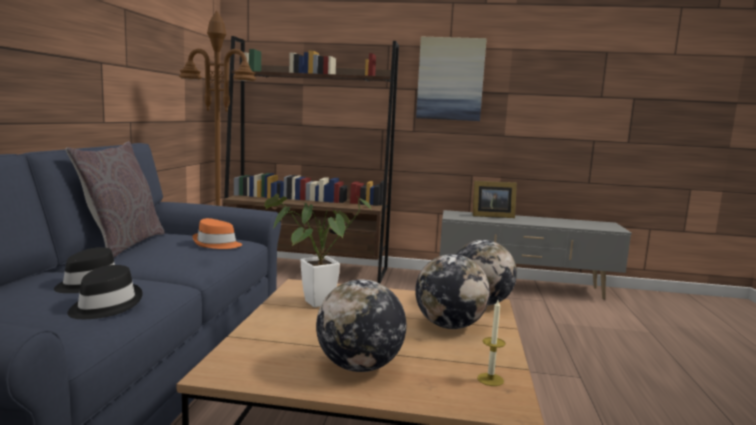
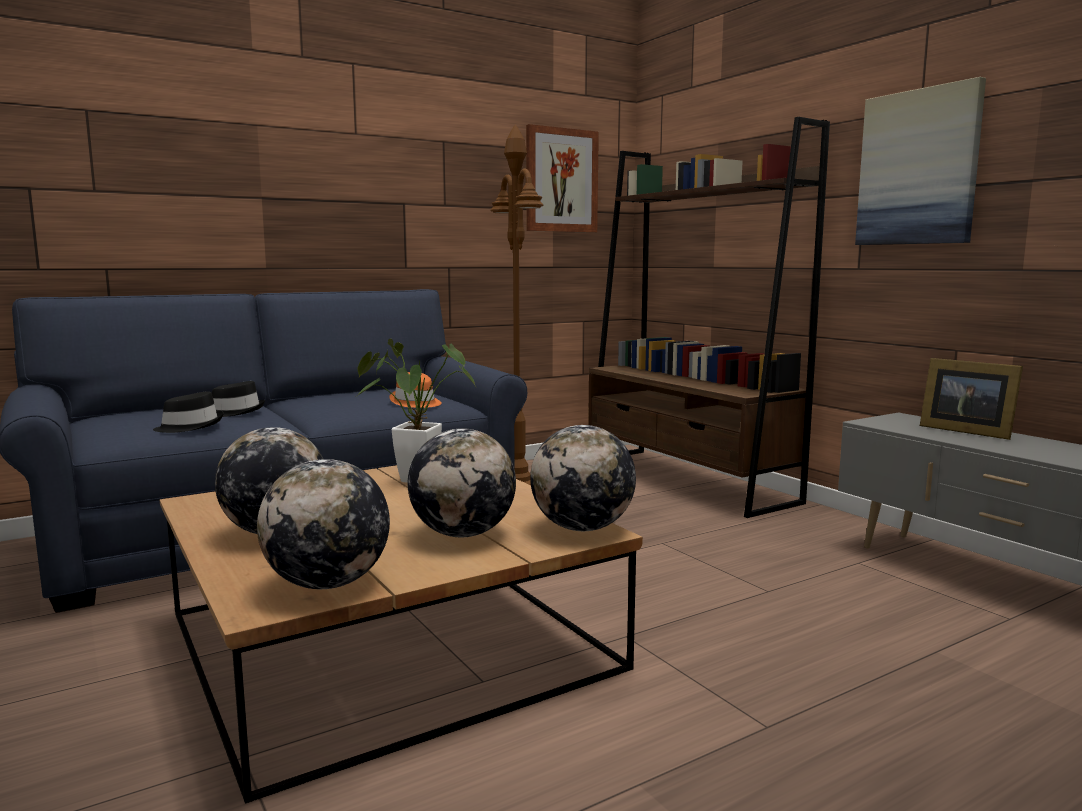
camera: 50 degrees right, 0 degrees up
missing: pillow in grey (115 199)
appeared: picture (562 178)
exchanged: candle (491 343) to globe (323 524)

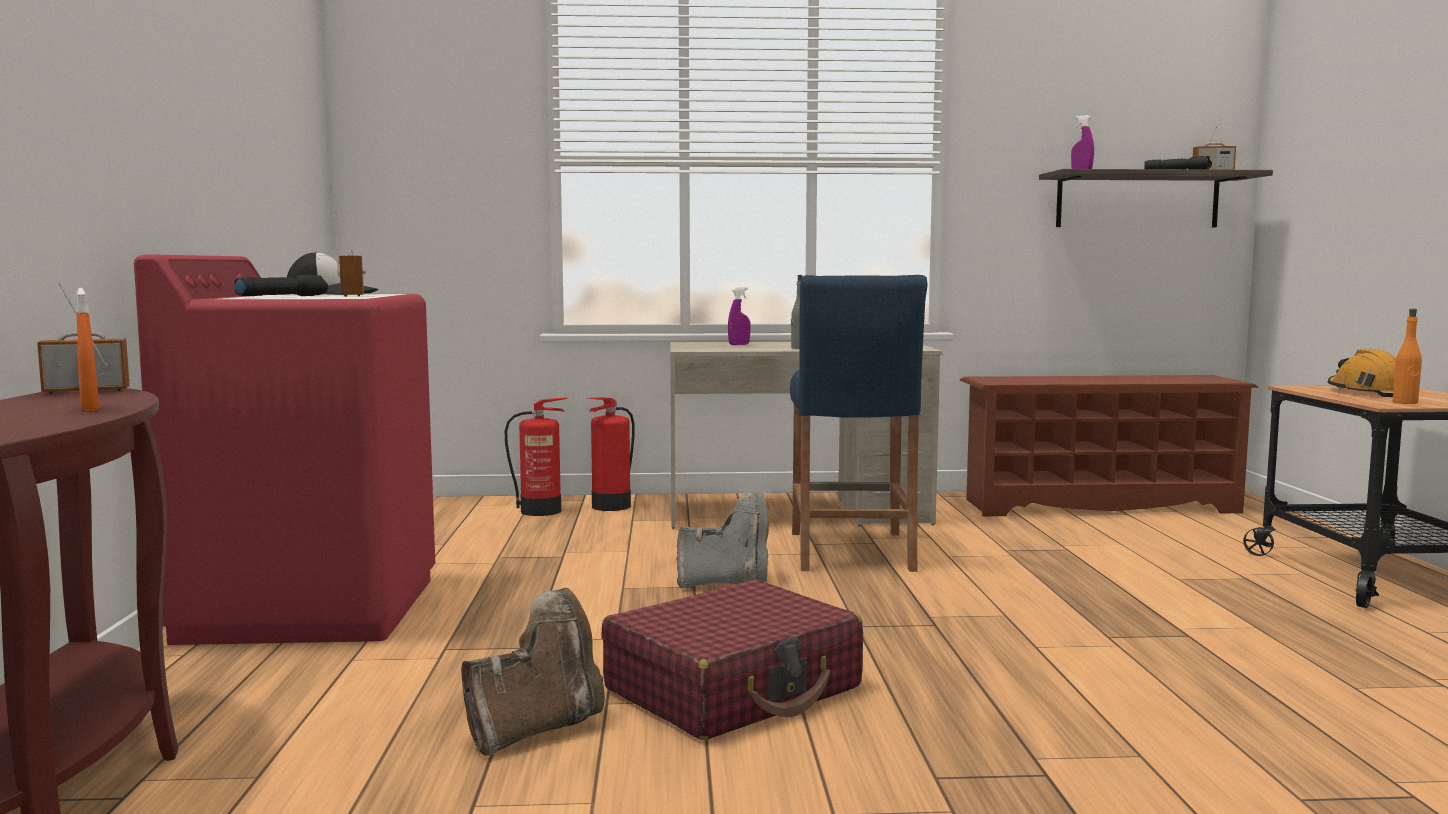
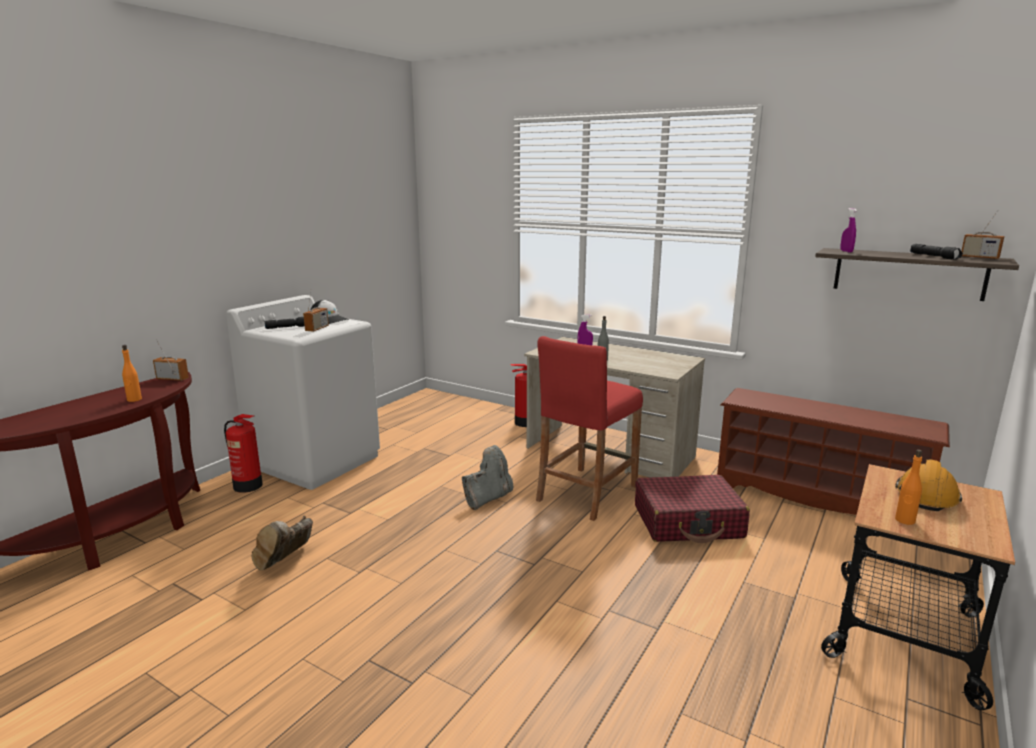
camera: 35 degrees right, 10 degrees up
relocated: fire extinguisher (536 456) to (243 453); suitcase in red (732 660) to (692 509)
exchanged: spray bottle in orange (87 349) to bottle in orange (132 373)
colour: washing machine in red (284 450) to washing machine in white (303 392); stool in blue (859 423) to stool in red (589 428)
spun: boot in brown (533 672) = (282 543) 120 degrees clockwise; boot in grey (722 540) = (487 477) 75 degrees counterclockwise

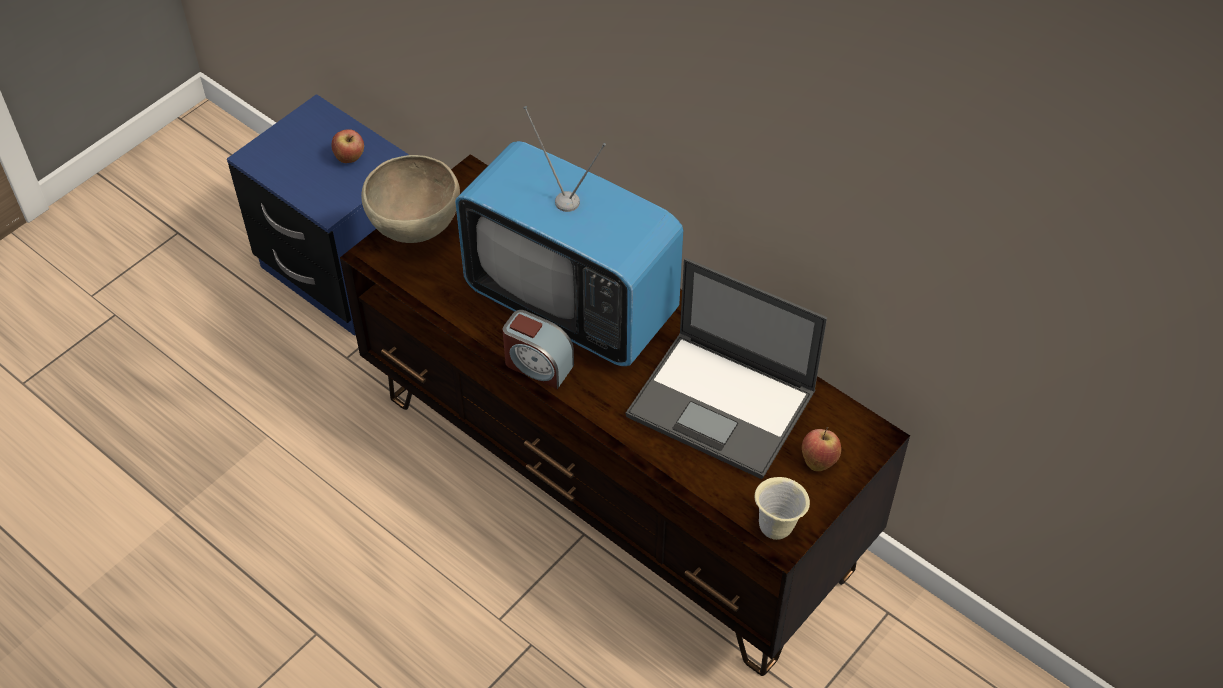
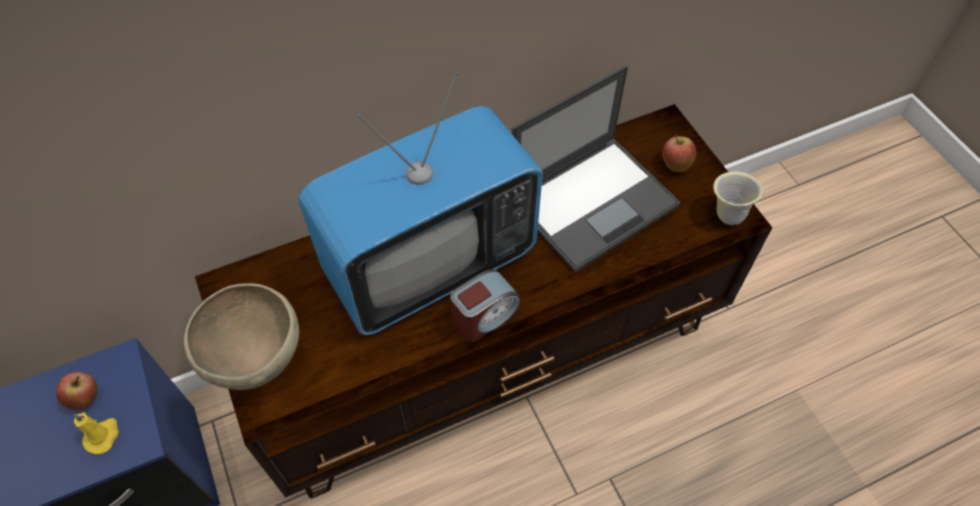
camera: 65 degrees left, 5 degrees up
appeared: candle in yellow (96 433)

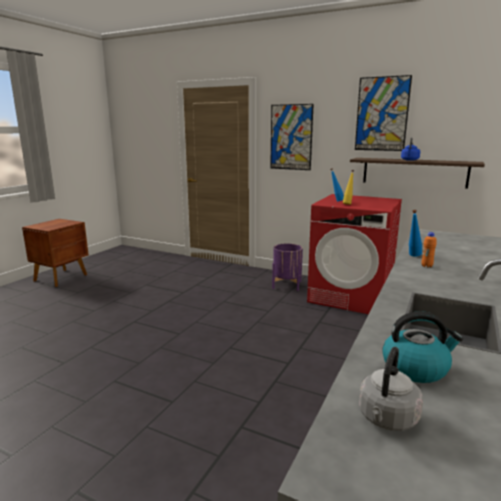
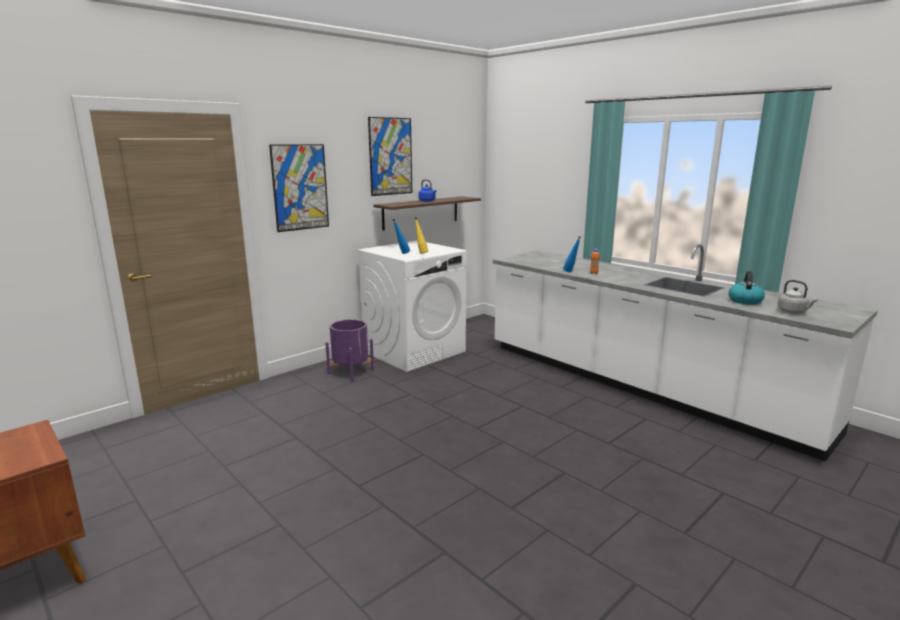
camera: 70 degrees left, 0 degrees up
colour: washing machine in red (354 254) to washing machine in white (412 306)

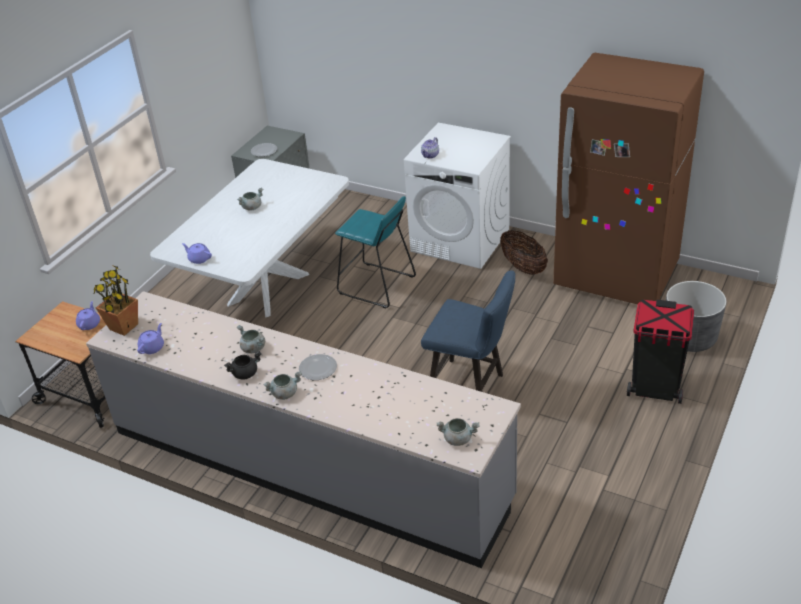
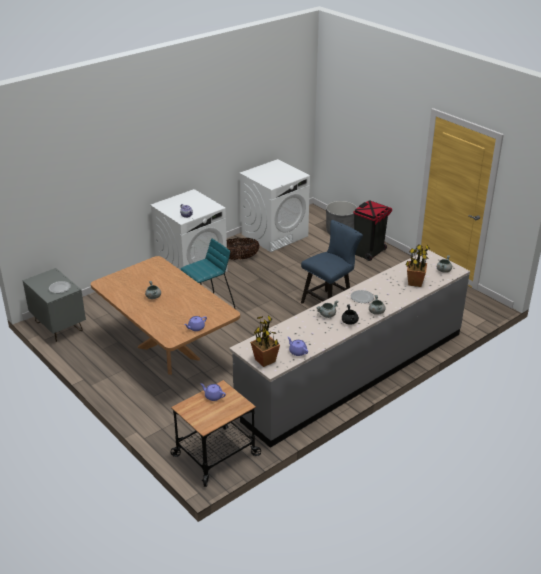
camera: 70 degrees left, 5 degrees down
appeared: potted plant (418 265)
exchanged: fridge in brown (628 178) to washing machine in white (274 205)
colour: dining table in white (249 238) to dining table in brown (165 315)

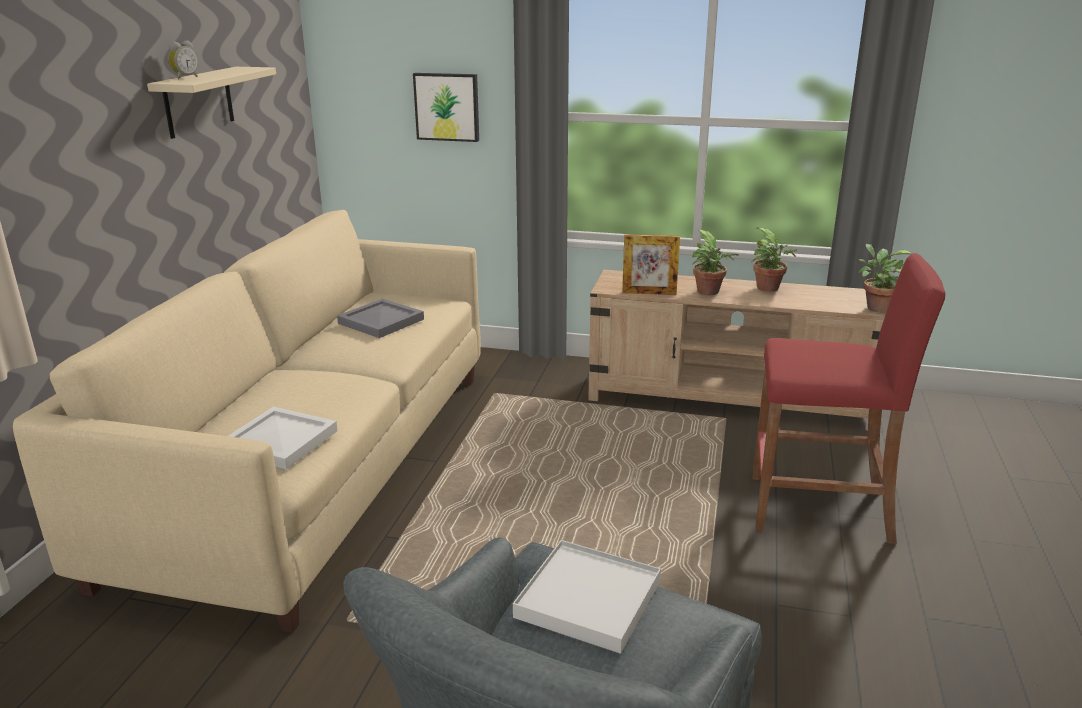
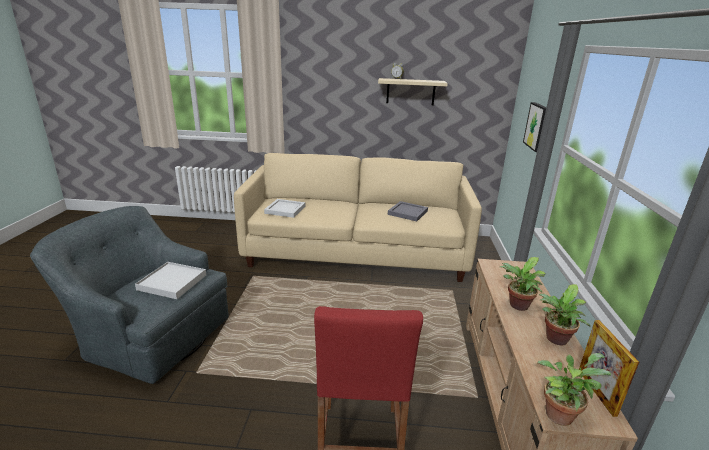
camera: 80 degrees right, 0 degrees up
relocated: picture frame (651 264) to (609 368)

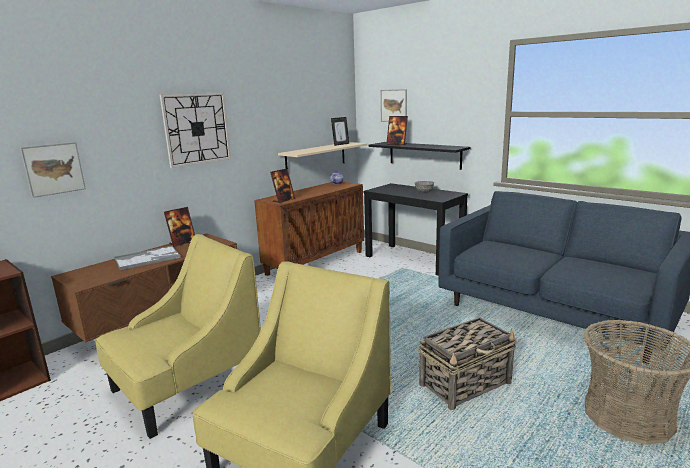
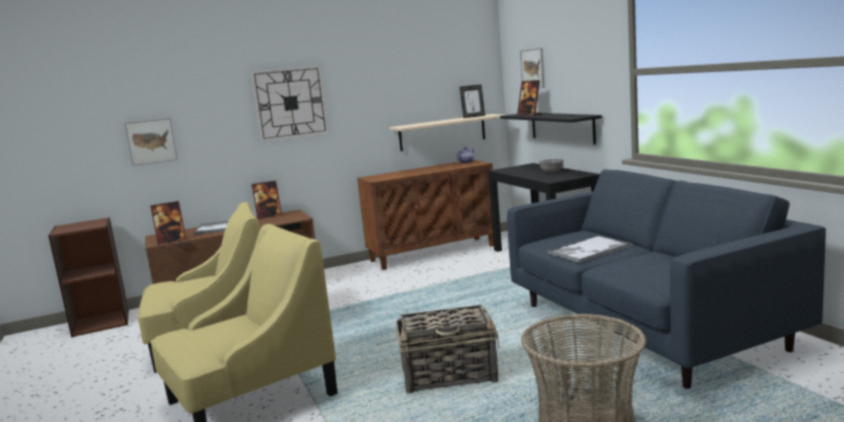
camera: 25 degrees right, 5 degrees down
appeared: tray (589 249)
relocated: picture frame (282 186) to (168 223)

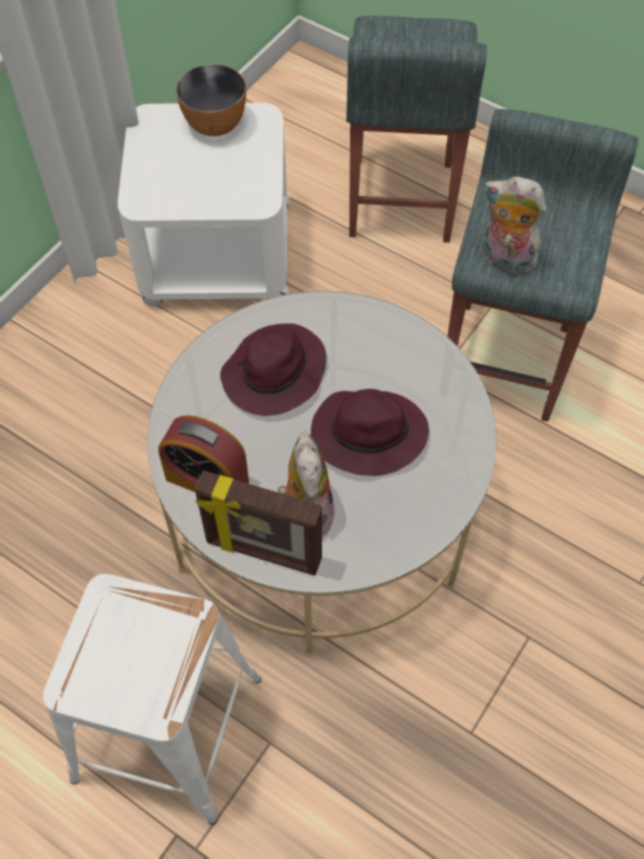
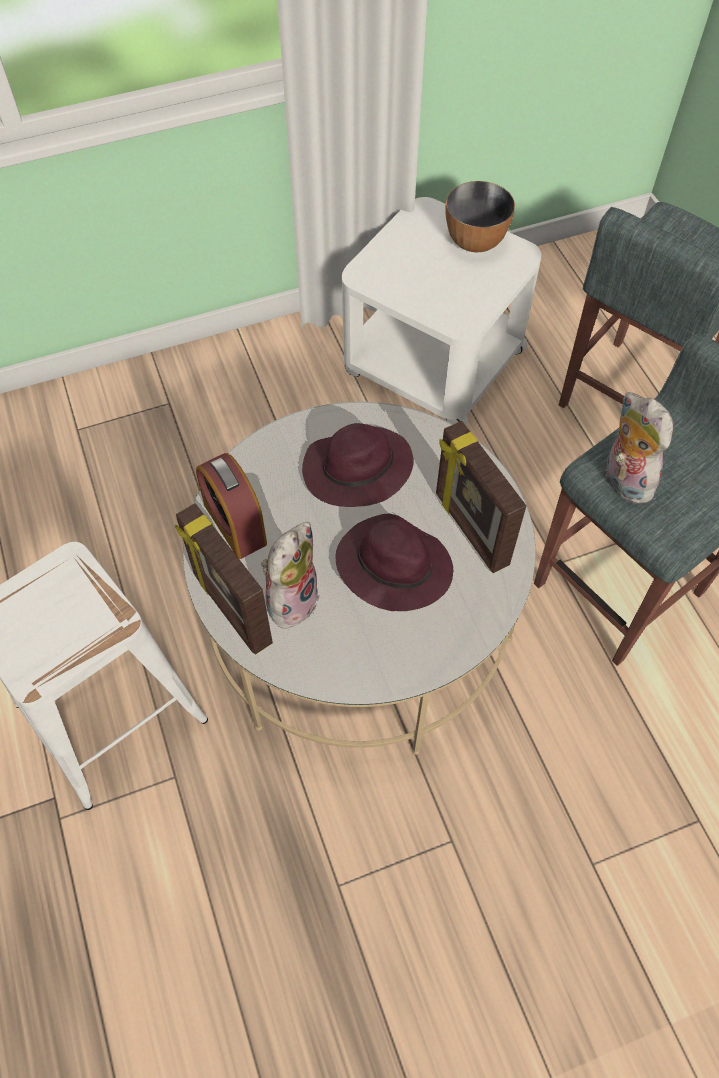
camera: 35 degrees right, 0 degrees up
appeared: picture frame (481 497)

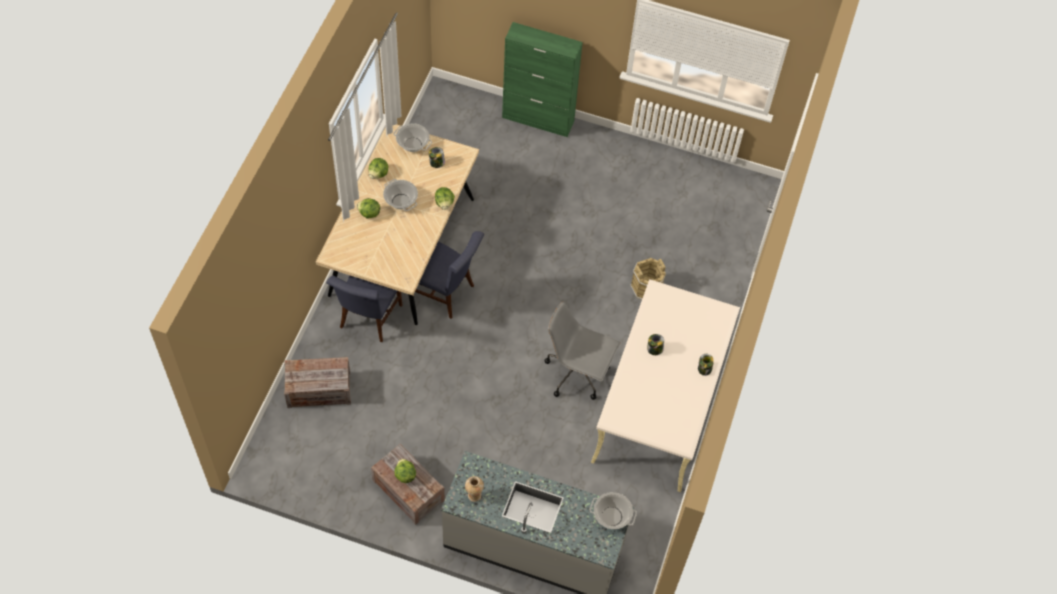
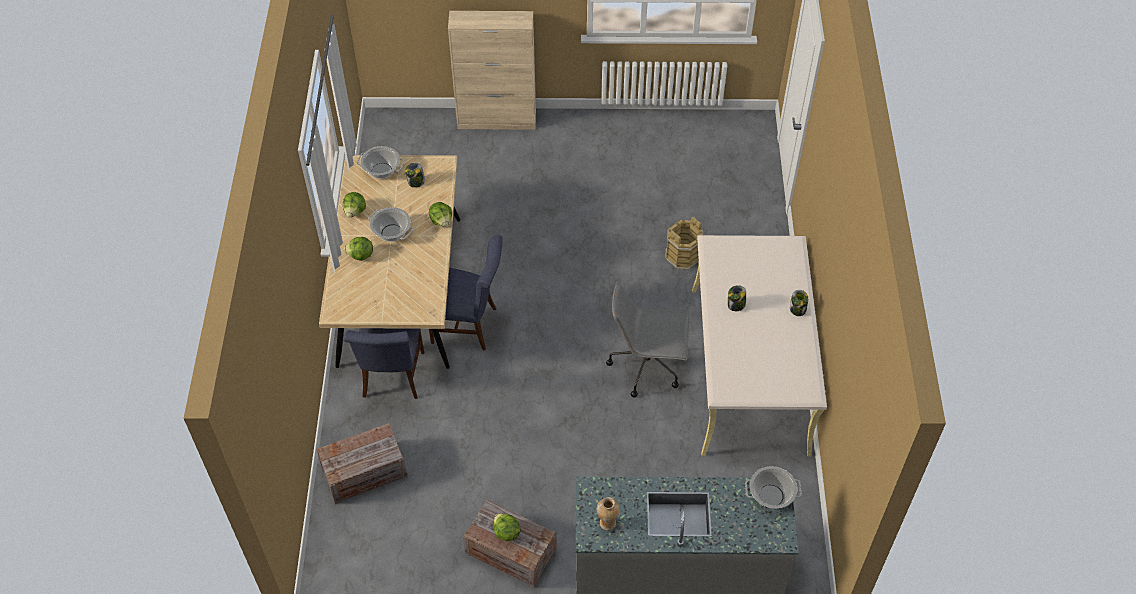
camera: 15 degrees left, 5 degrees down
colour: cabinet in green (542 79) to cabinet in beige (492 70)

